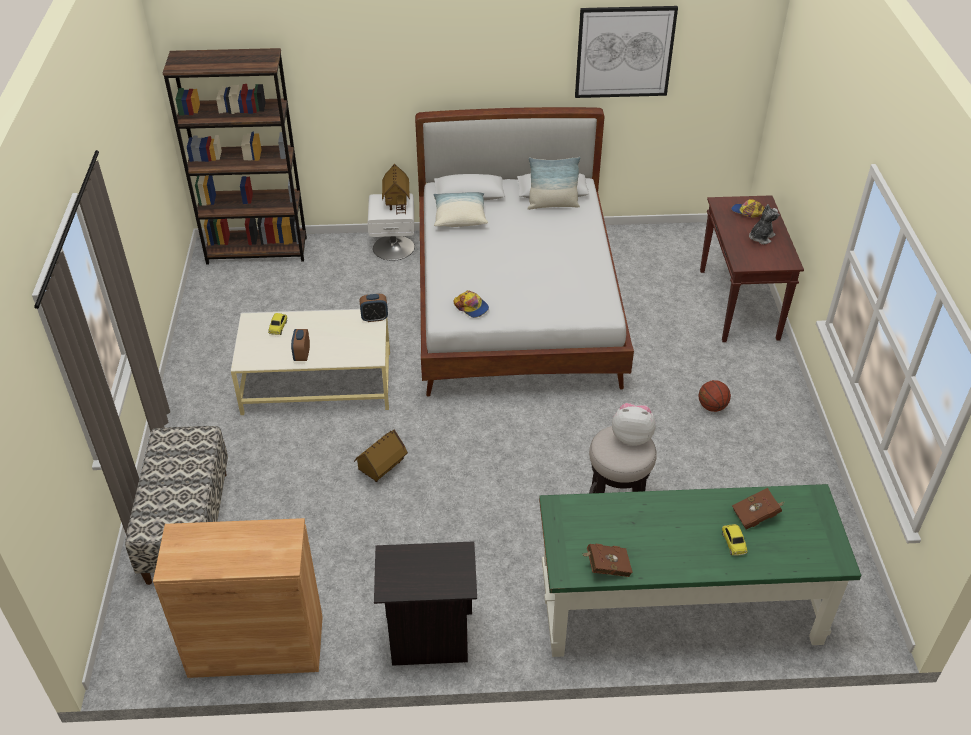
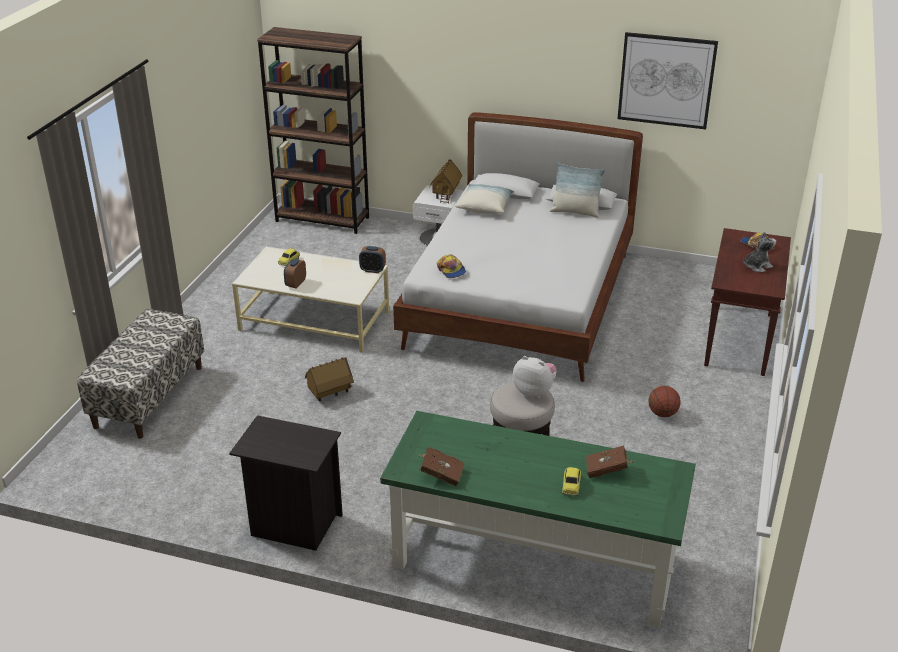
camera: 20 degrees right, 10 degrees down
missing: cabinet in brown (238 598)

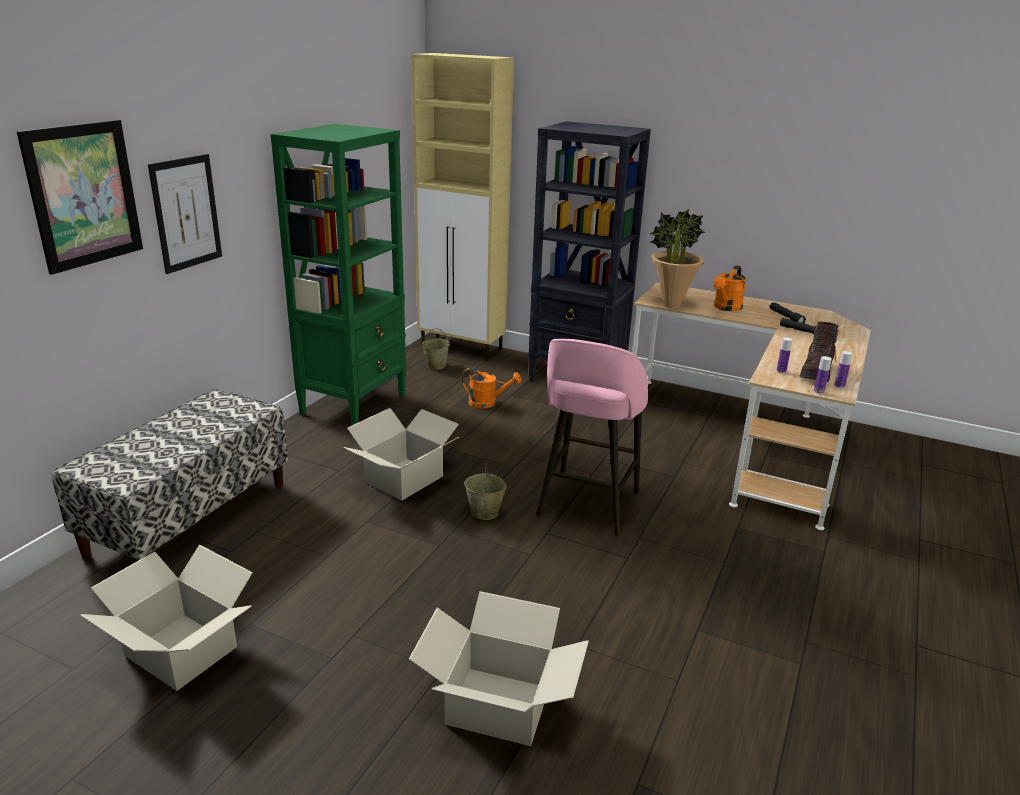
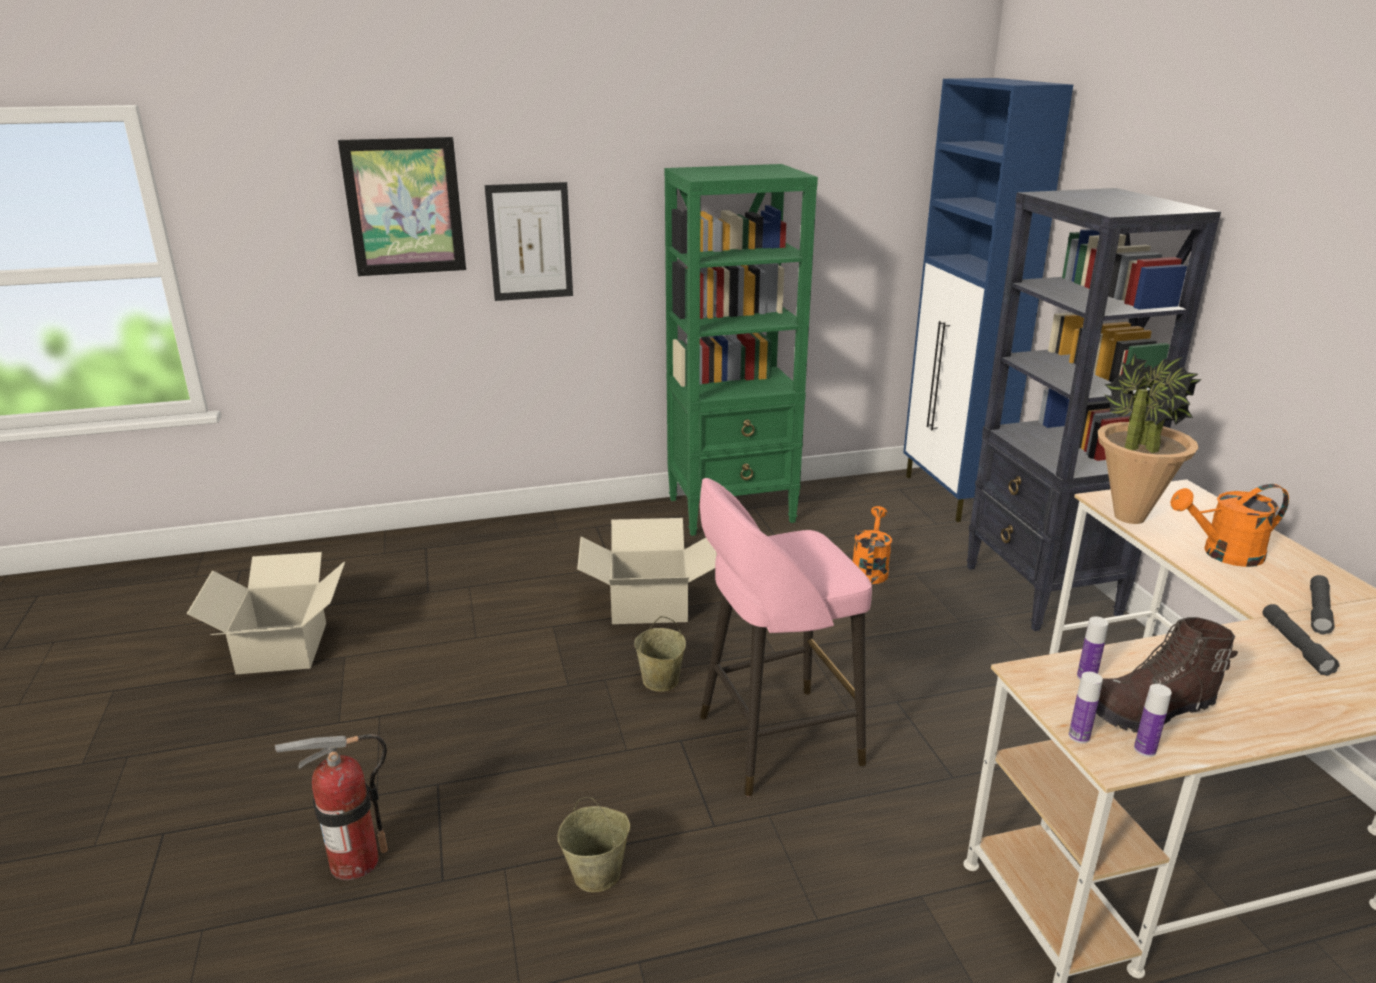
camera: 50 degrees right, 0 degrees up
missing: bench (170 476)
relocated: bucket in beige (436 349) to (594 844)
exchanged: cardboard box (499 668) to fire extinguisher (331 807)
colour: cabinet in beige (462 207) to cabinet in blue (988 300)
spun: watering can in orange (491 388) = (872 545) 135 degrees counterclockwise

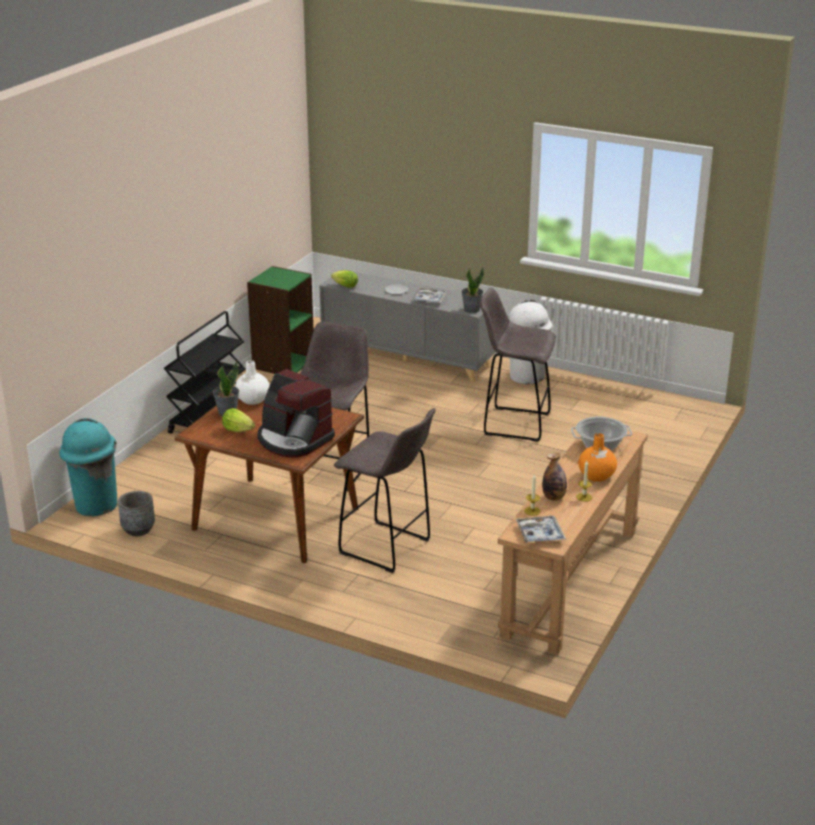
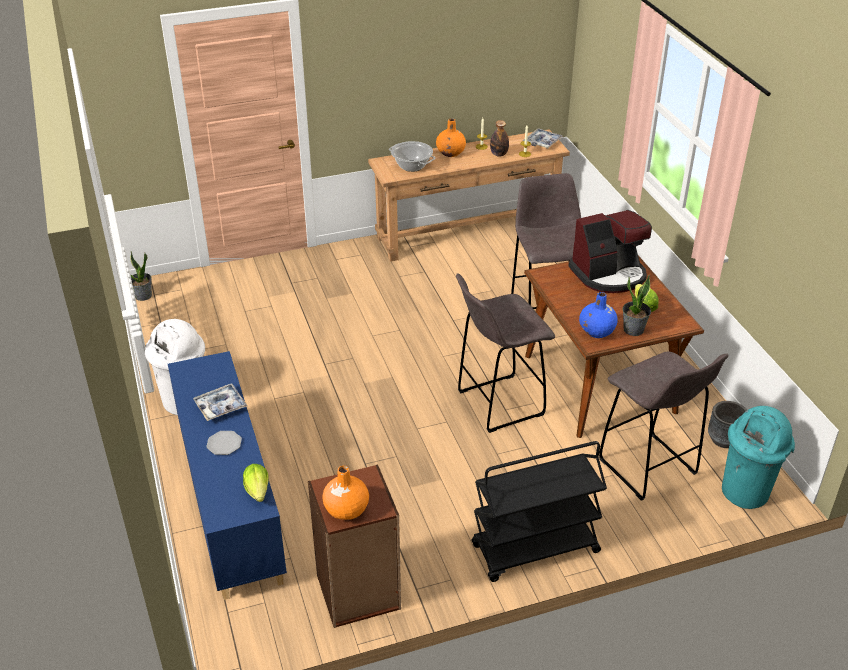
camera: 135 degrees left, 10 degrees up
appeared: vase in orange (345 493)
relocated: potted plant (472 290) to (141 276); stool in grey (518 364) to (663 426)
colour: cabinet in grey (407 326) to cabinet in blue (227 475); bookcase in green (280 320) to bookcase in brown (354 546); vase in white (252 382) to vase in blue (598 315)
spun: coffee machine (296 413) = (610 251) 75 degrees clockwise

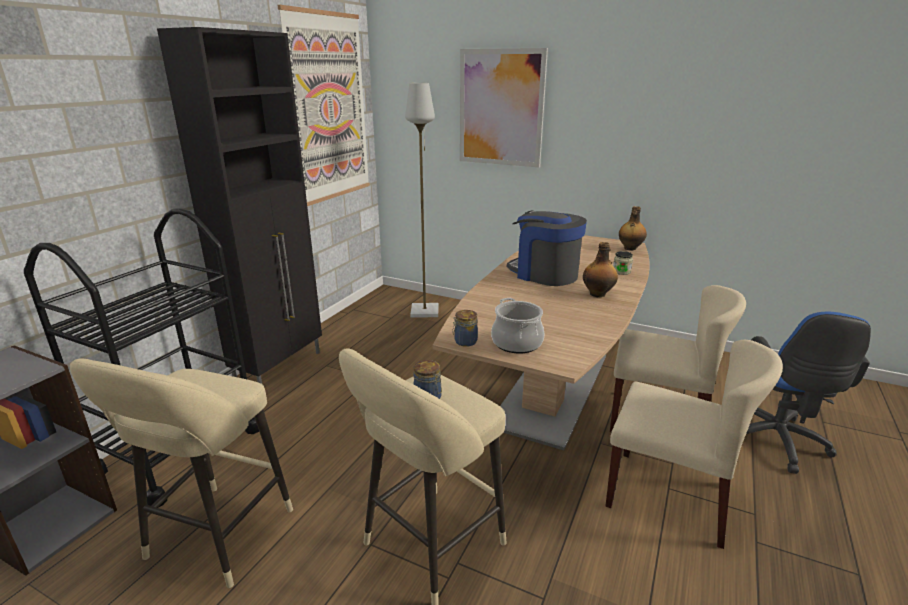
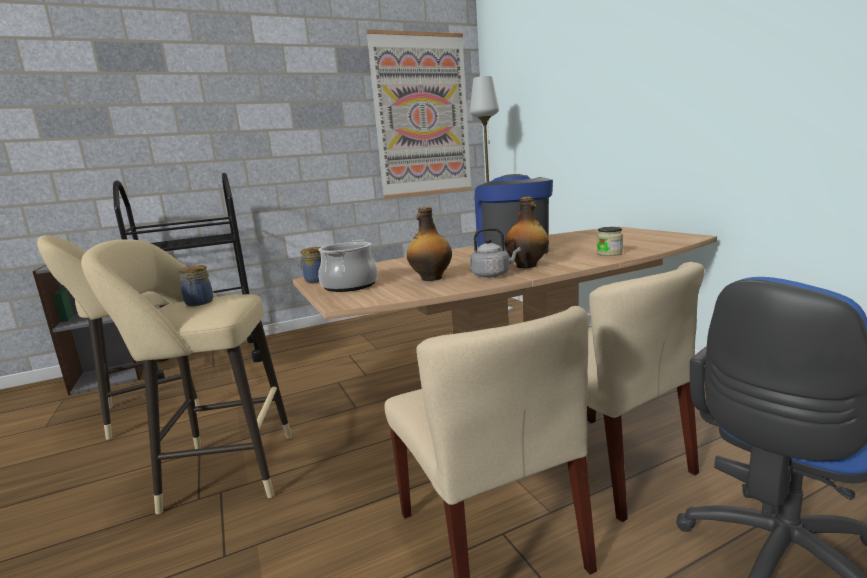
camera: 40 degrees right, 10 degrees down
missing: cabinet in black (239 205); picture (504 107)
appeared: kettle in grey (495 253)
relocated: bottle (633 228) to (429 244)

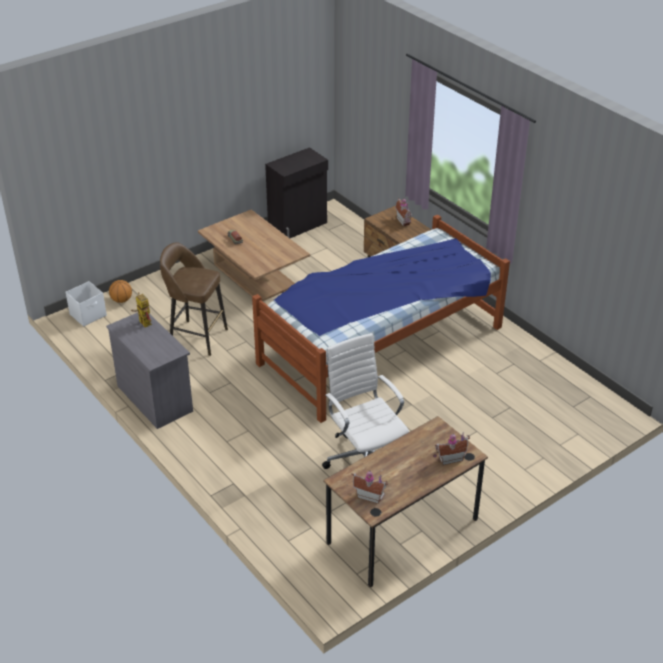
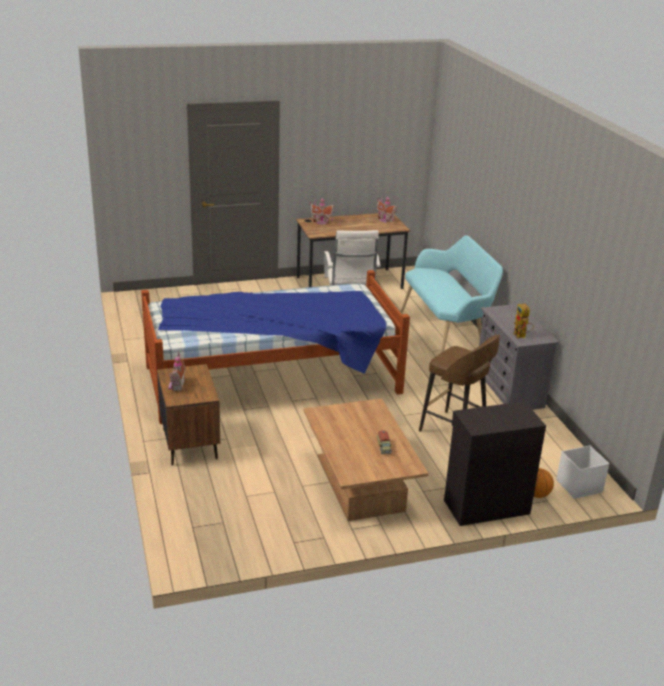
camera: 160 degrees left, 10 degrees down
appeared: bench in turquoise (452 294)
relocated: cabinet in black (296 192) to (495 463)

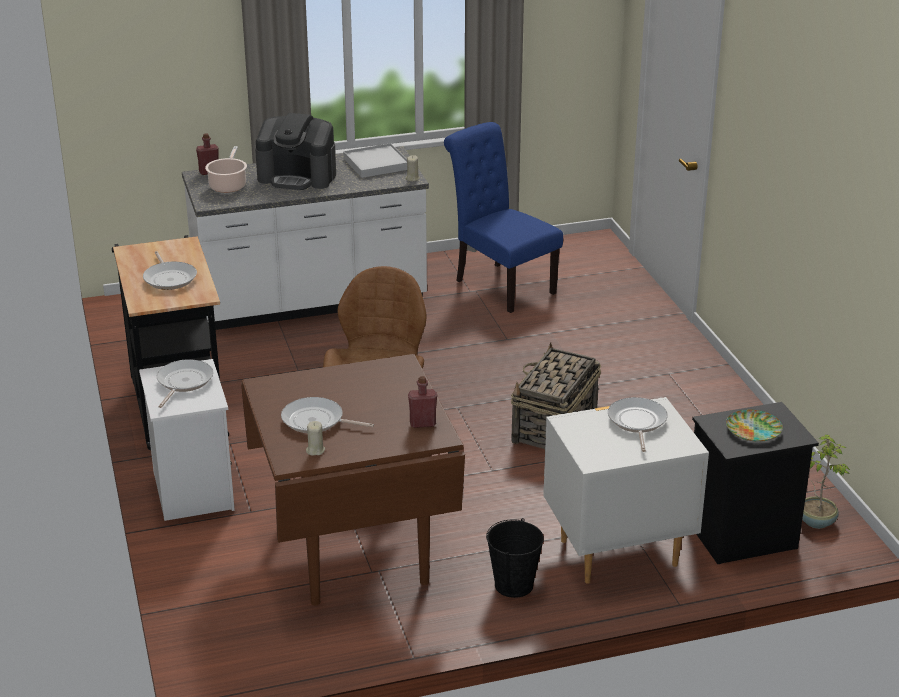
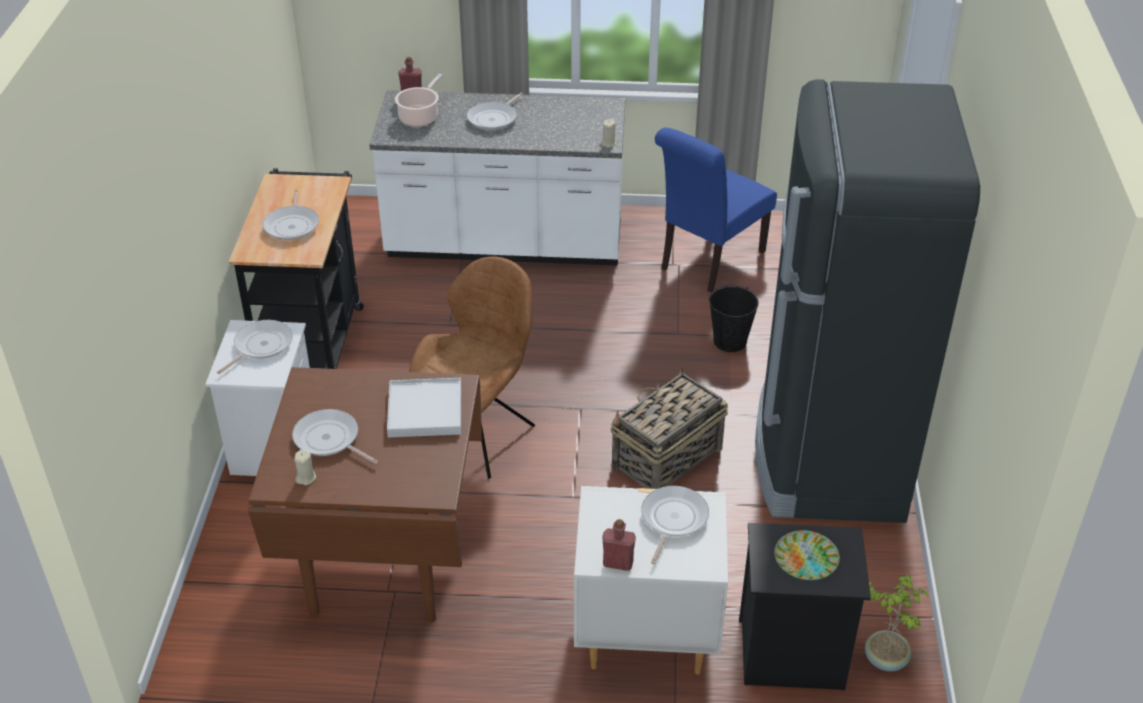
camera: 20 degrees right, 10 degrees up
appeared: fridge in black (867 301)
relocated: tray in white (375 160) to (424 407); bottle in red (422 402) to (619 545); bucket in black (515 558) to (734 318)
exchanged: coffee machine (295 151) to frying pan (495 111)
spun: chair in blue (503 217) = (716 210) 120 degrees counterclockwise

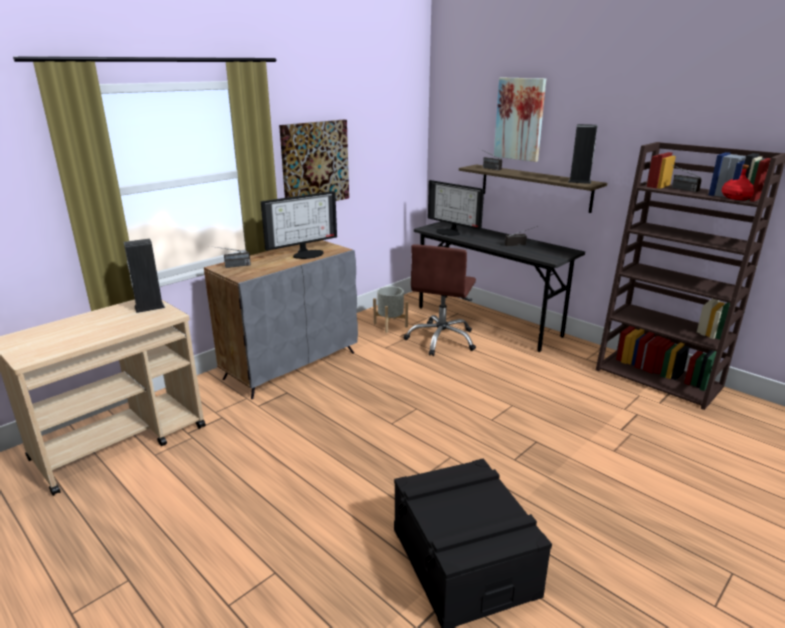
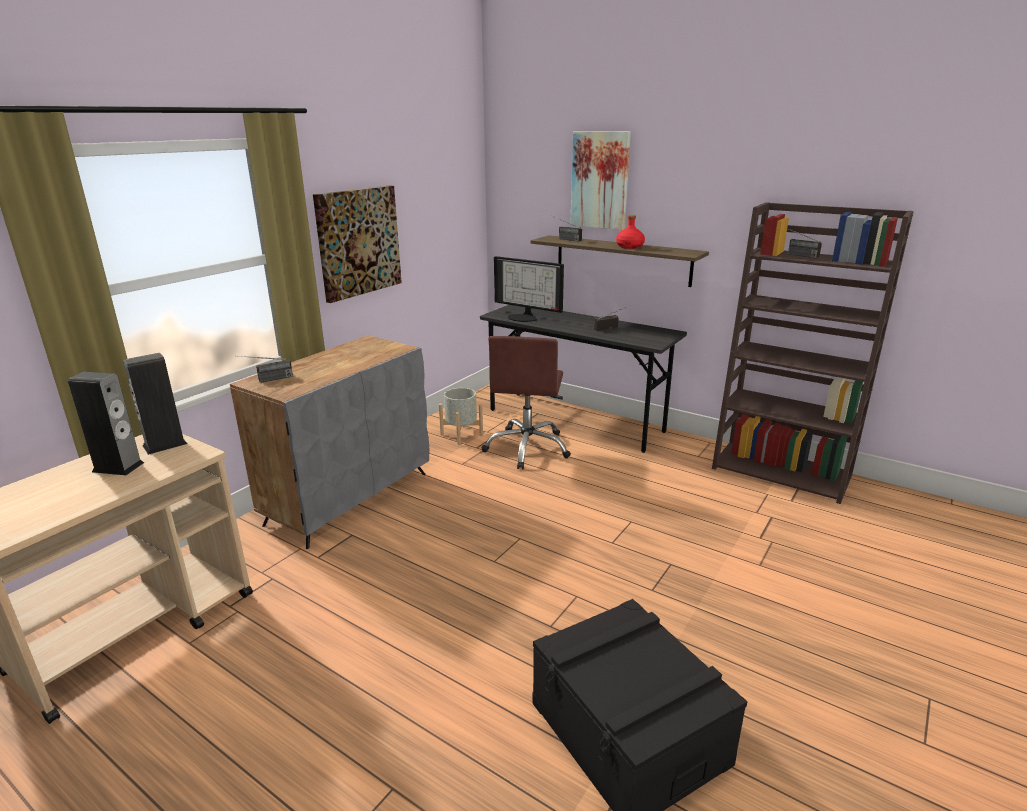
camera: 10 degrees left, 0 degrees up
missing: monitor (299 225)
relocated: speaker (582 154) to (106 423); bottle in red (738 182) to (630 232)

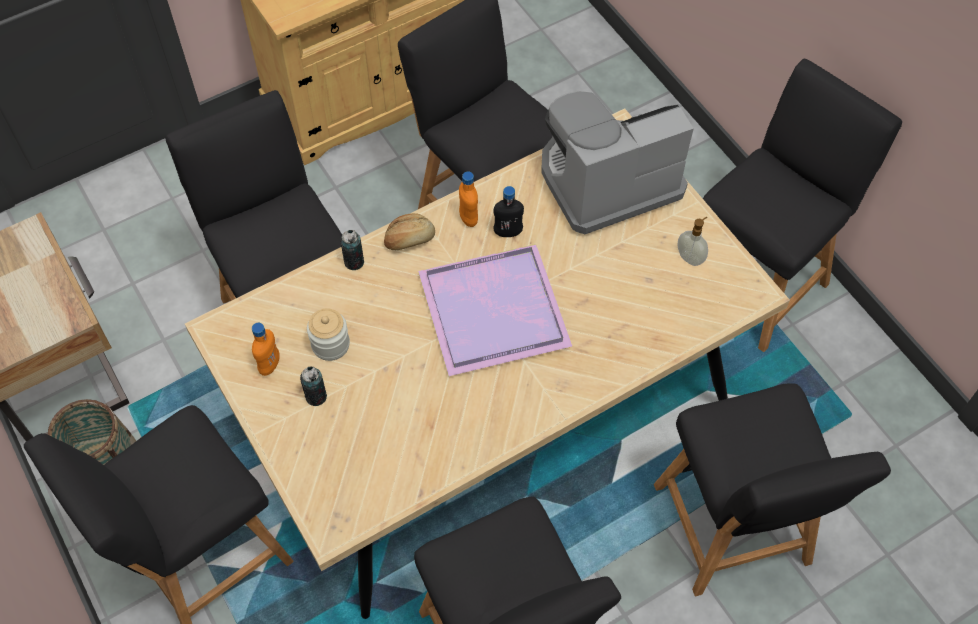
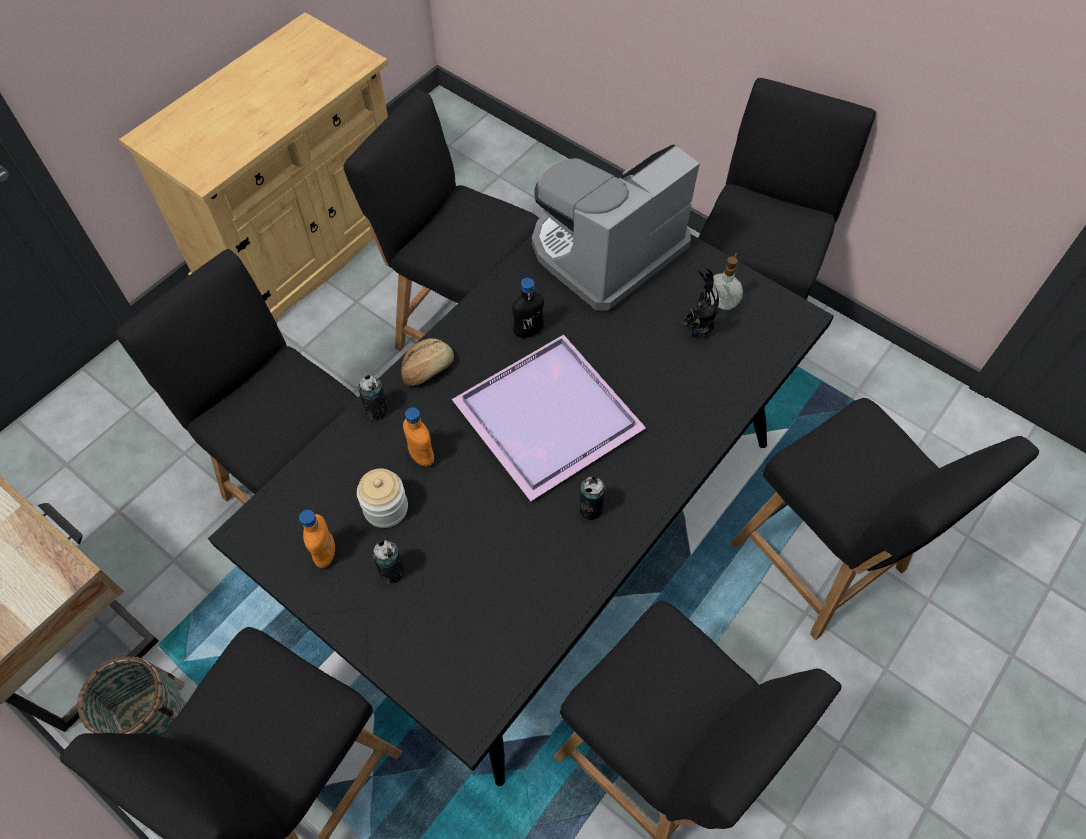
camera: 20 degrees left, 0 degrees up
appeared: can (592 498); potted plant (700 302)
relocated: bottle in orange (468 199) to (418 437)
colour: dining table in beige (487 363) to dining table in black (521 510)

